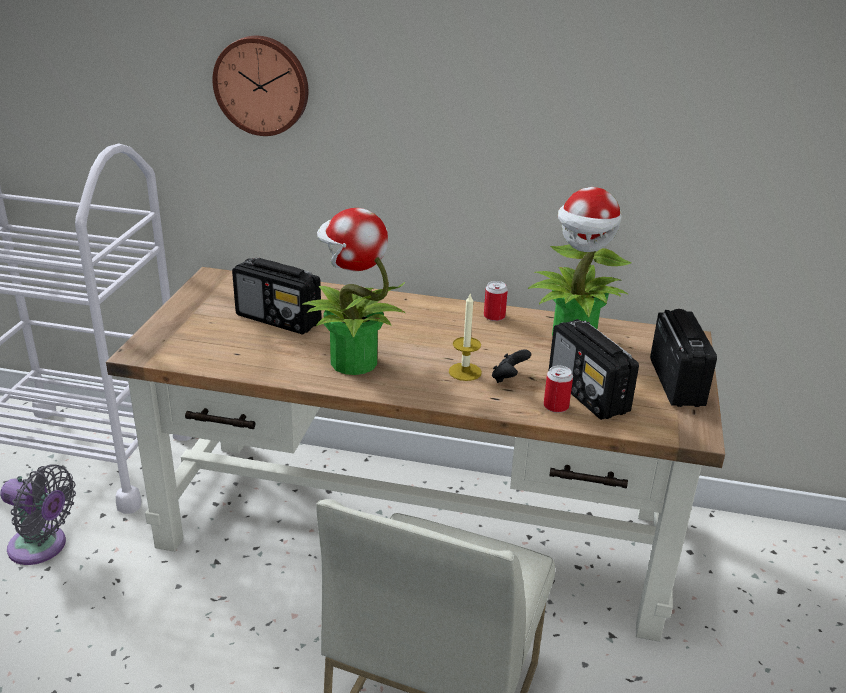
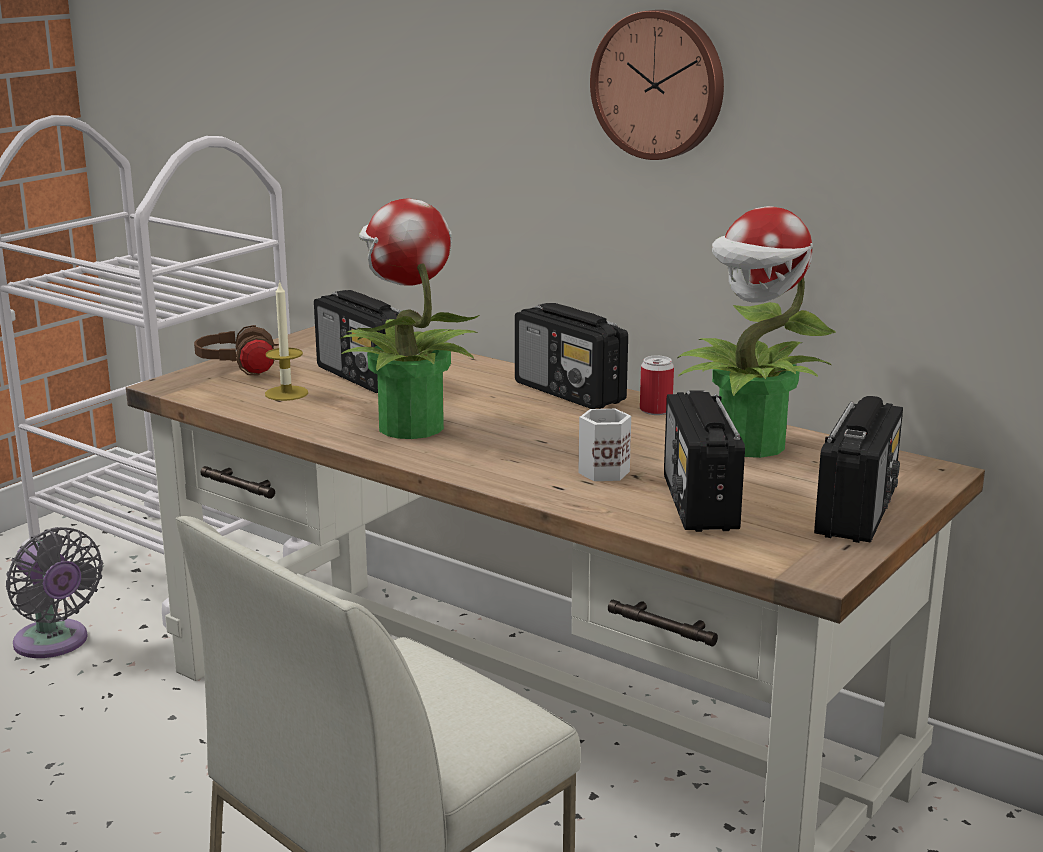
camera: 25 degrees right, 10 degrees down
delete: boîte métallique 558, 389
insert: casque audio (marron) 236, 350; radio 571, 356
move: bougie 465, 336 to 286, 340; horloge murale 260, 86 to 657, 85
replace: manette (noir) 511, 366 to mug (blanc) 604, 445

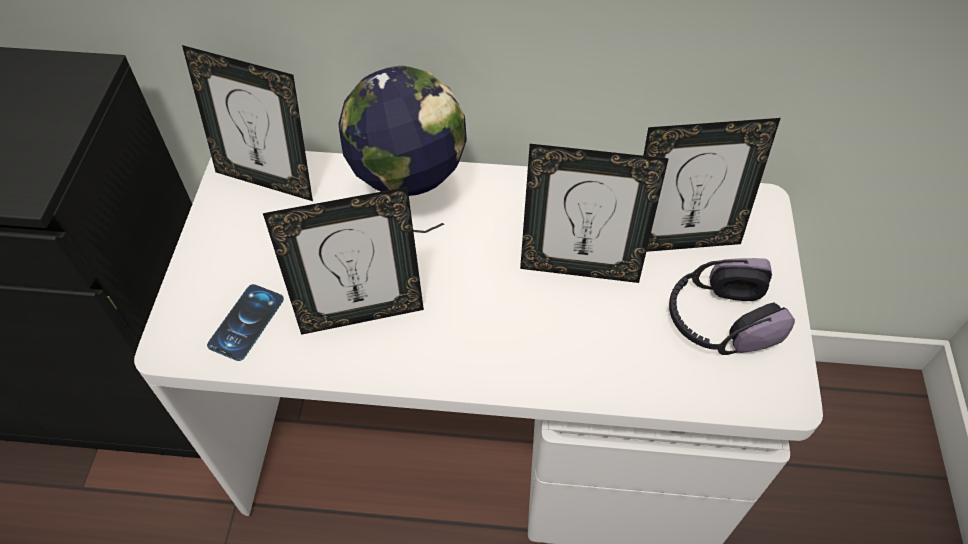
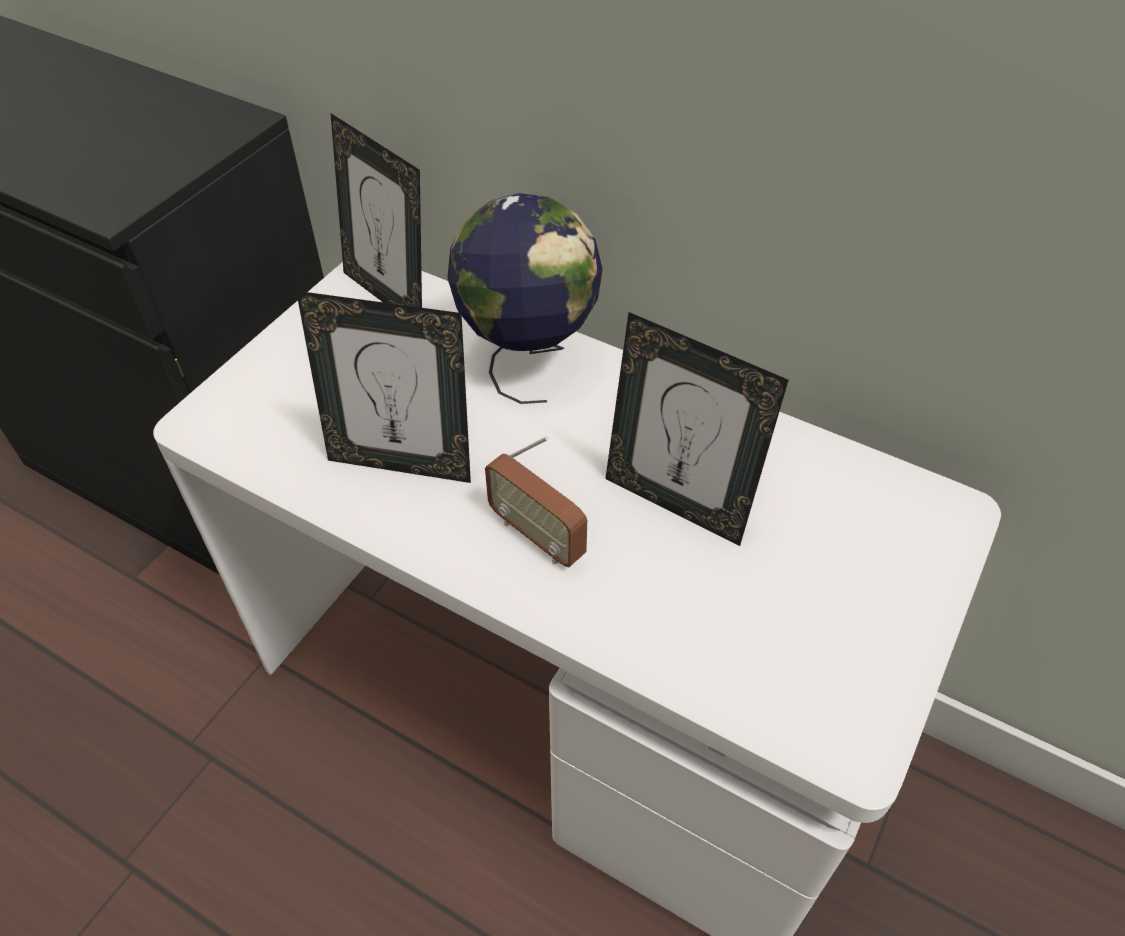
camera: 25 degrees right, 5 degrees down
delete: téléphone 245, 322; cadre photo 712, 185; casque audio 732, 306
insert: radio 536, 501

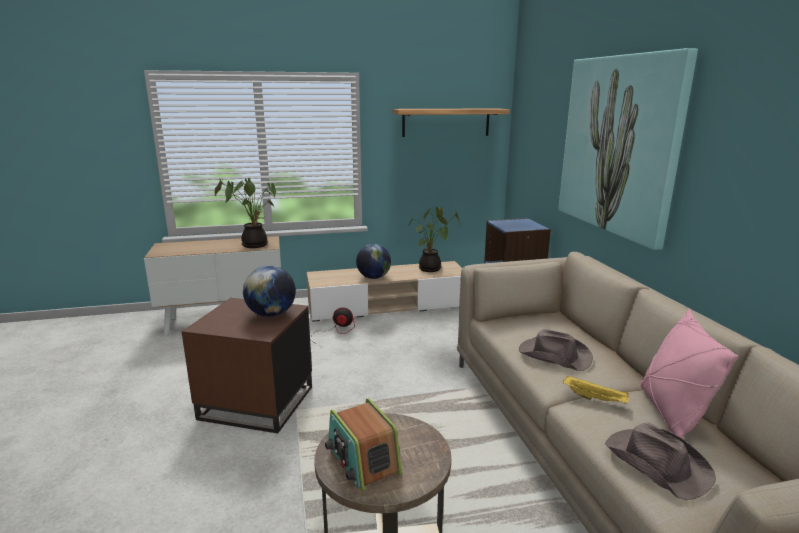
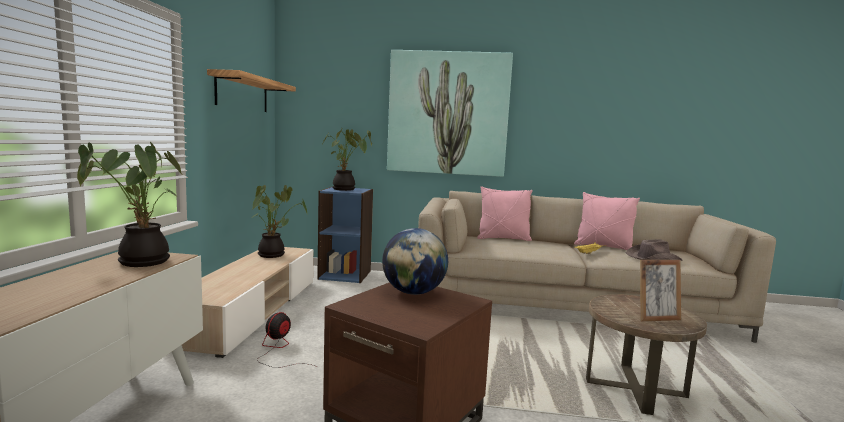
camera: 70 degrees left, 10 degrees down
delete: globe 373, 261; chapeau (marron) 556, 350
insert: plante en pot 347, 159; coussin (rose) 504, 213
replace: radio 363, 444 to cadre photo 660, 290

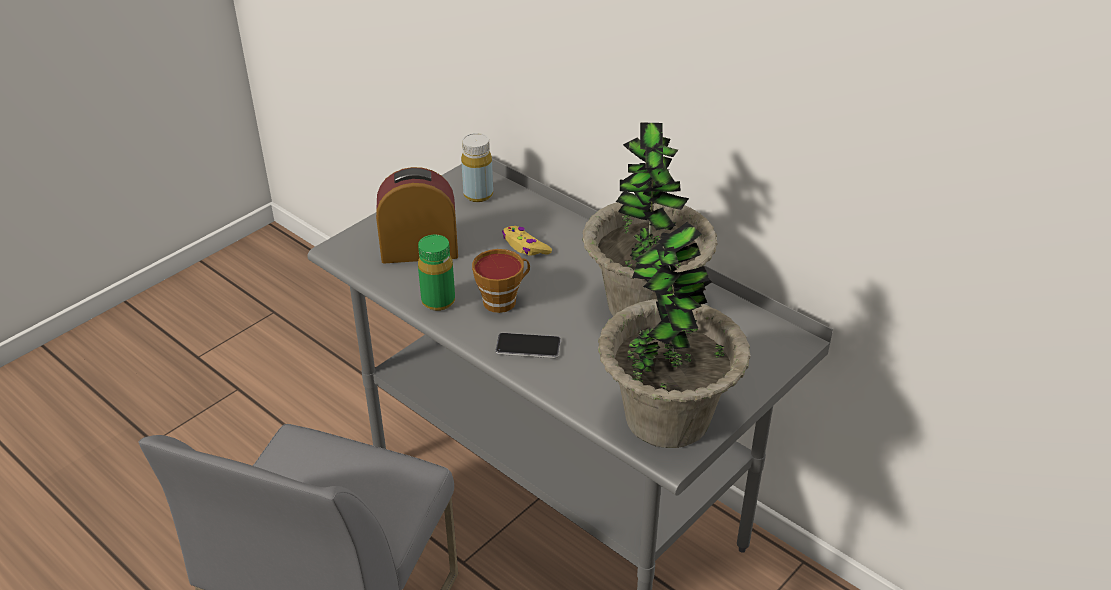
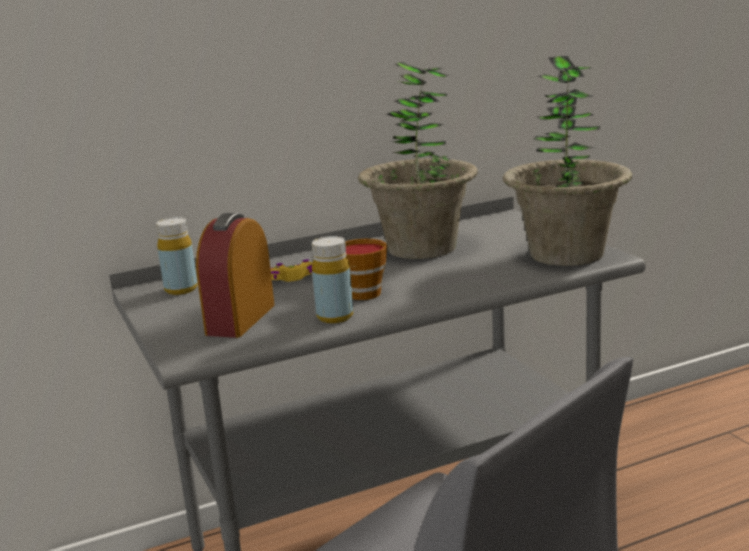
camera: 65 degrees left, 20 degrees down
delete: téléphone 528, 345
recolor: bouteille (vert) 436, 273 to bouteille (jaune) 332, 279

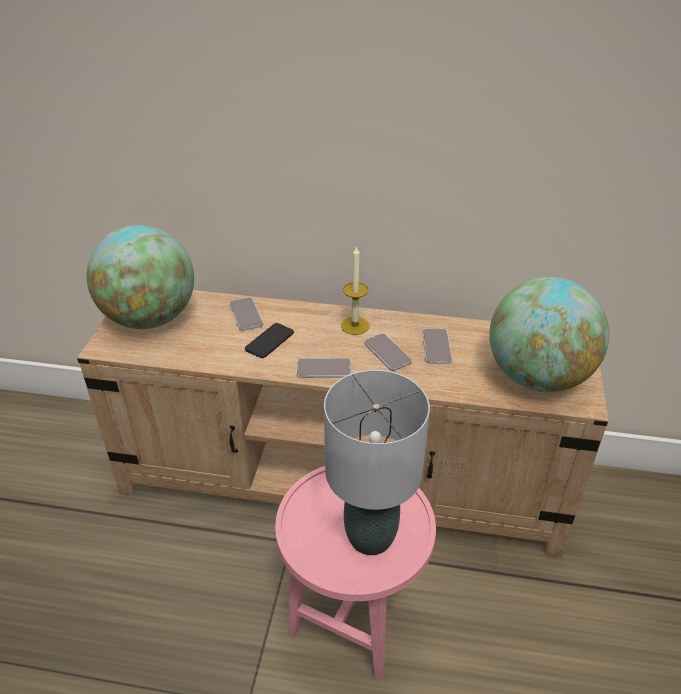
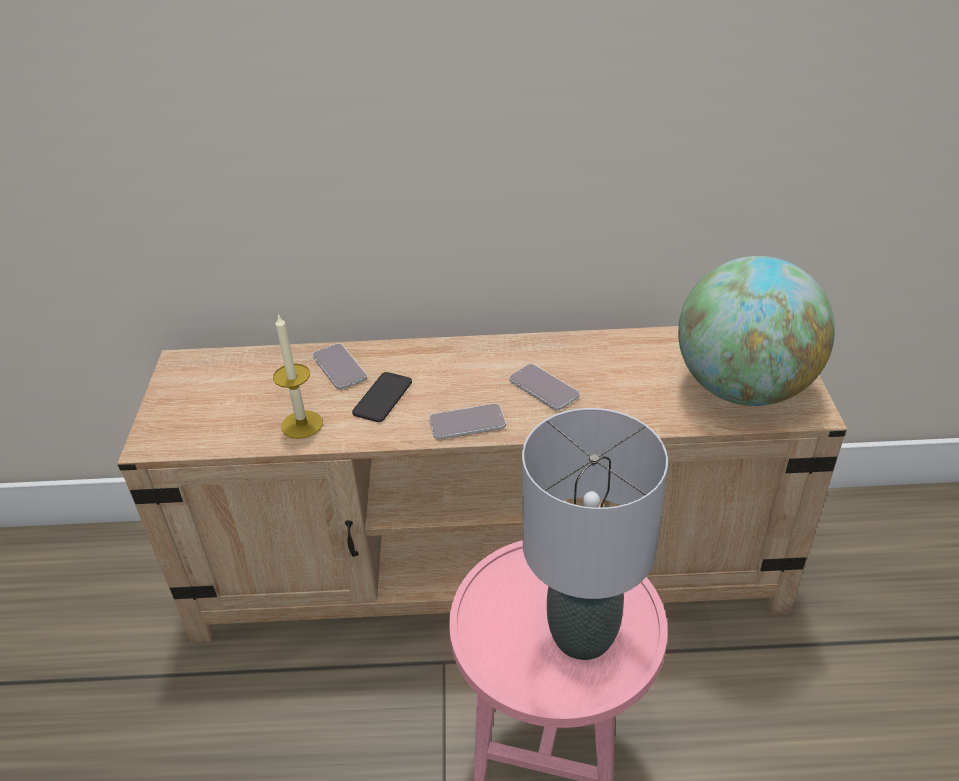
camera: 10 degrees left, 0 degrees up
delete: globe 140, 277; téléphone 437, 346
move: bougie 355, 290 to 298, 376

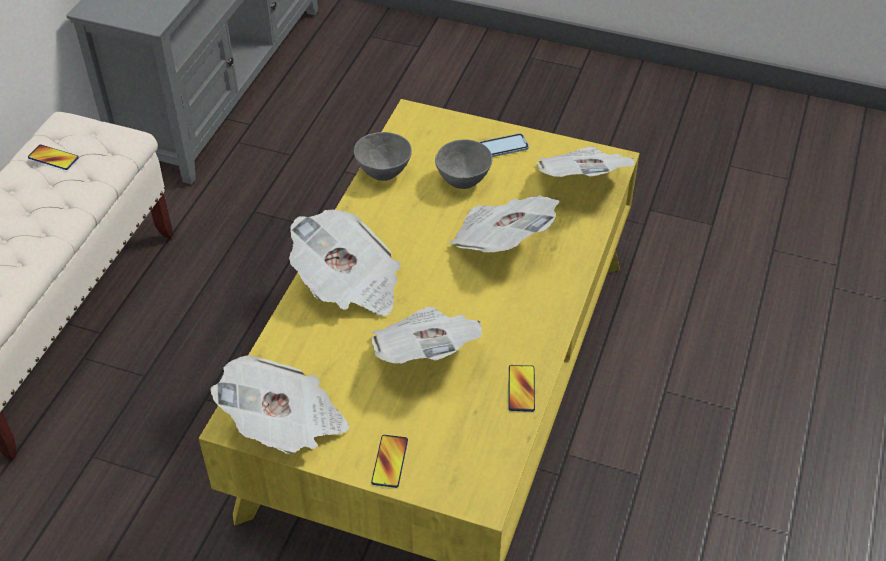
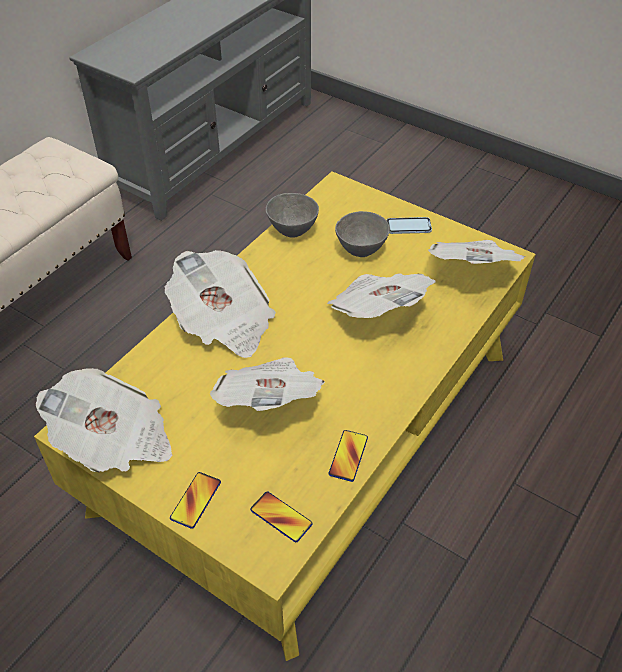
camera: 15 degrees right, 0 degrees up
move: téléphone 53, 157 to 281, 516

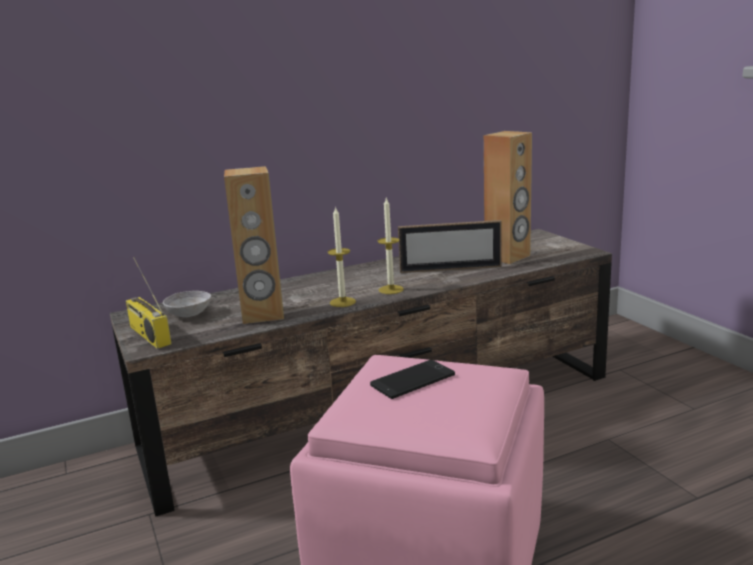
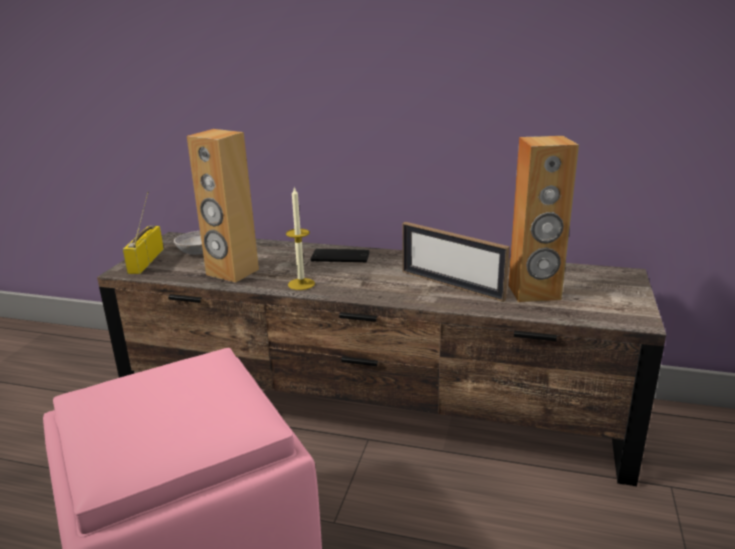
camera: 40 degrees right, 5 degrees up
delete: bougie 391, 246
move: téléphone 412, 379 to 340, 255

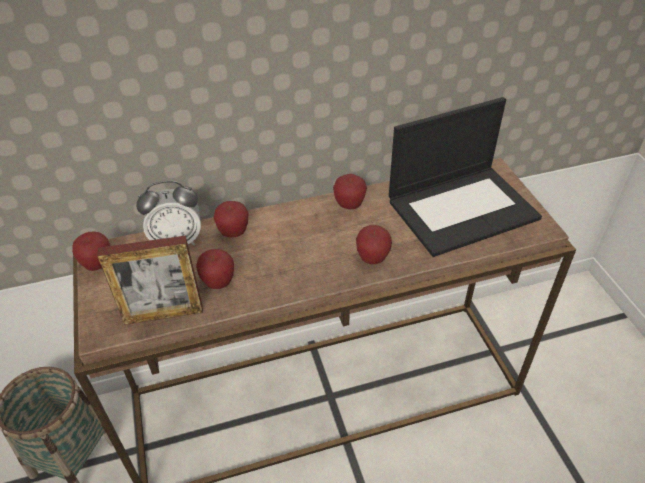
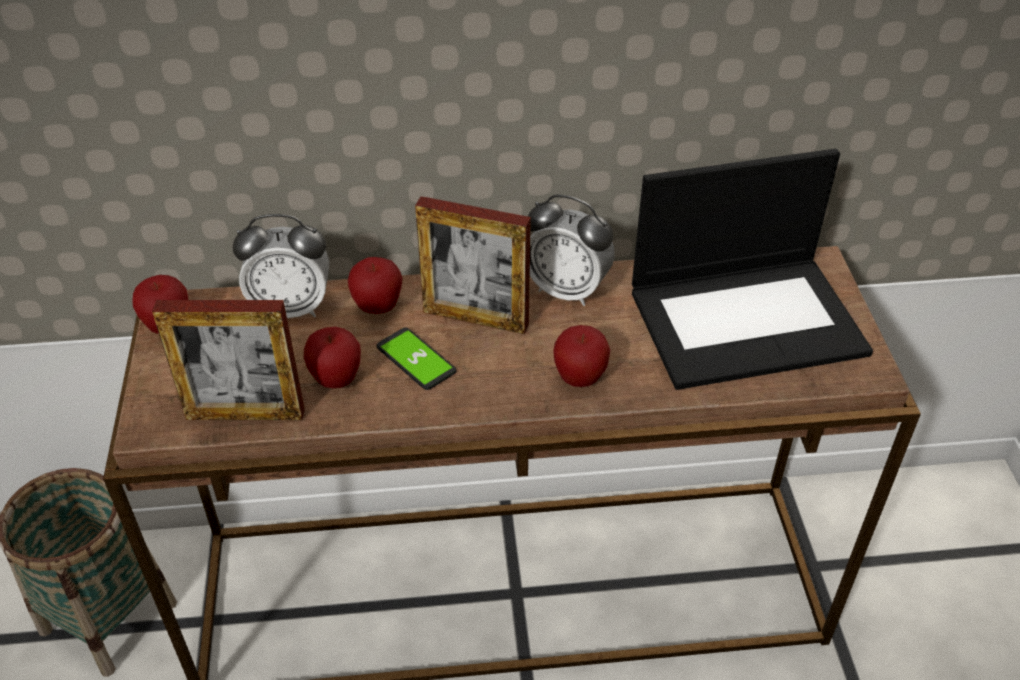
camera: 10 degrees right, 0 degrees up
insert: téléphone 417, 359; cadre photo 473, 265
replace: pomme 350, 191 to réveil 571, 250

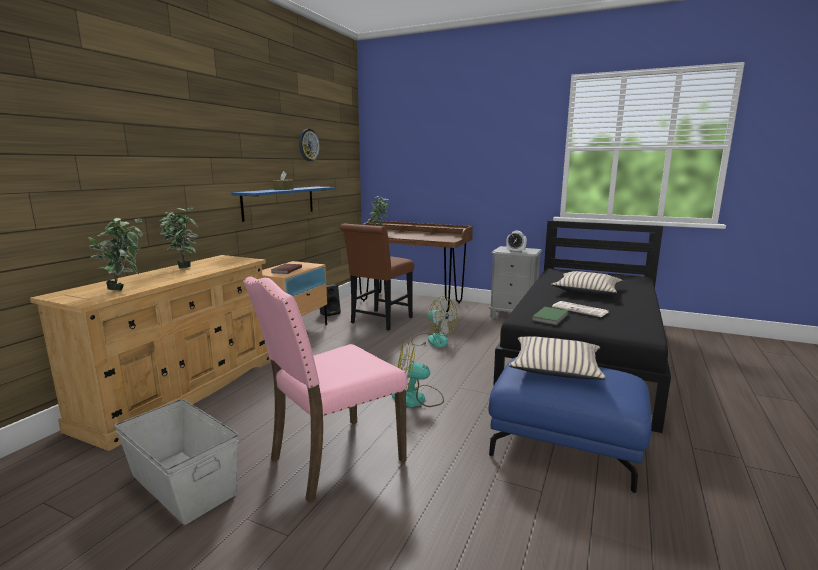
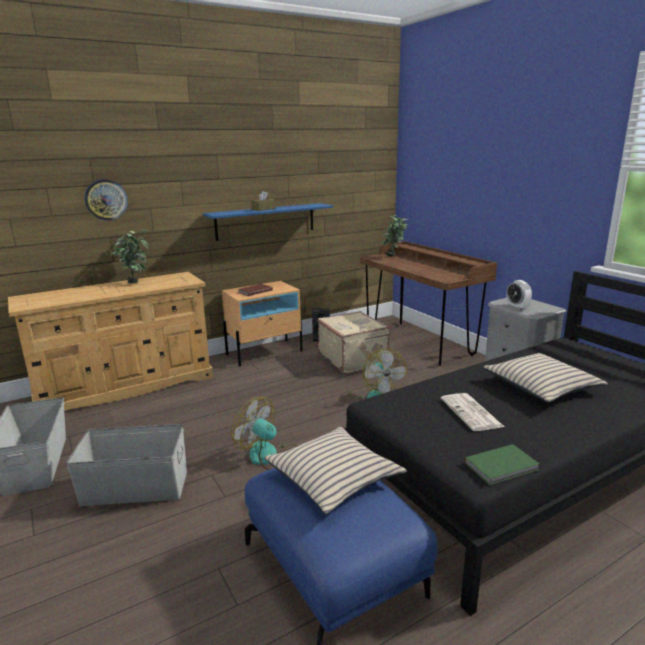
camera: 35 degrees right, 5 degrees up
delete: plante en pot 115, 254
move: horloge murale 309, 145 to 106, 200; livre (vert) 549, 316 to 501, 464
replace: chaise (rose) 325, 390 to boîte de rangement (gris) 126, 465; chaise (marron) 377, 277 to valise (beige) 354, 342

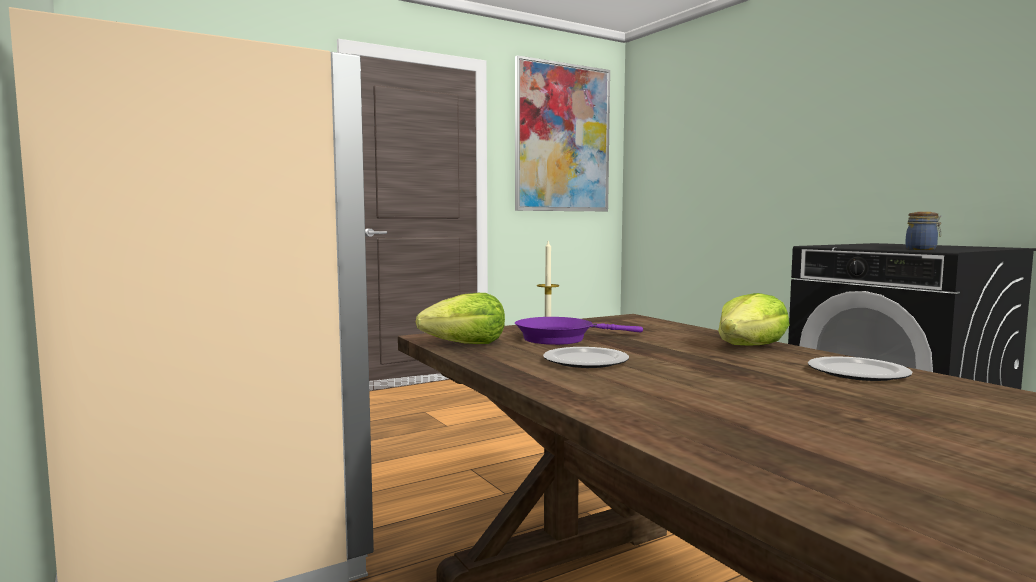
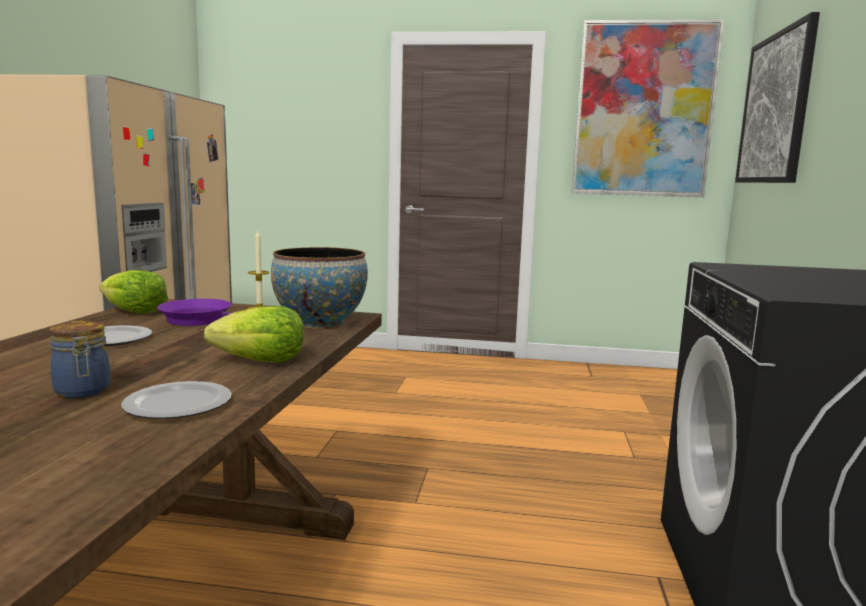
camera: 40 degrees right, 5 degrees up
insert: bol 319, 288; tableau 777, 97
move: bocal 923, 231 to 79, 360

